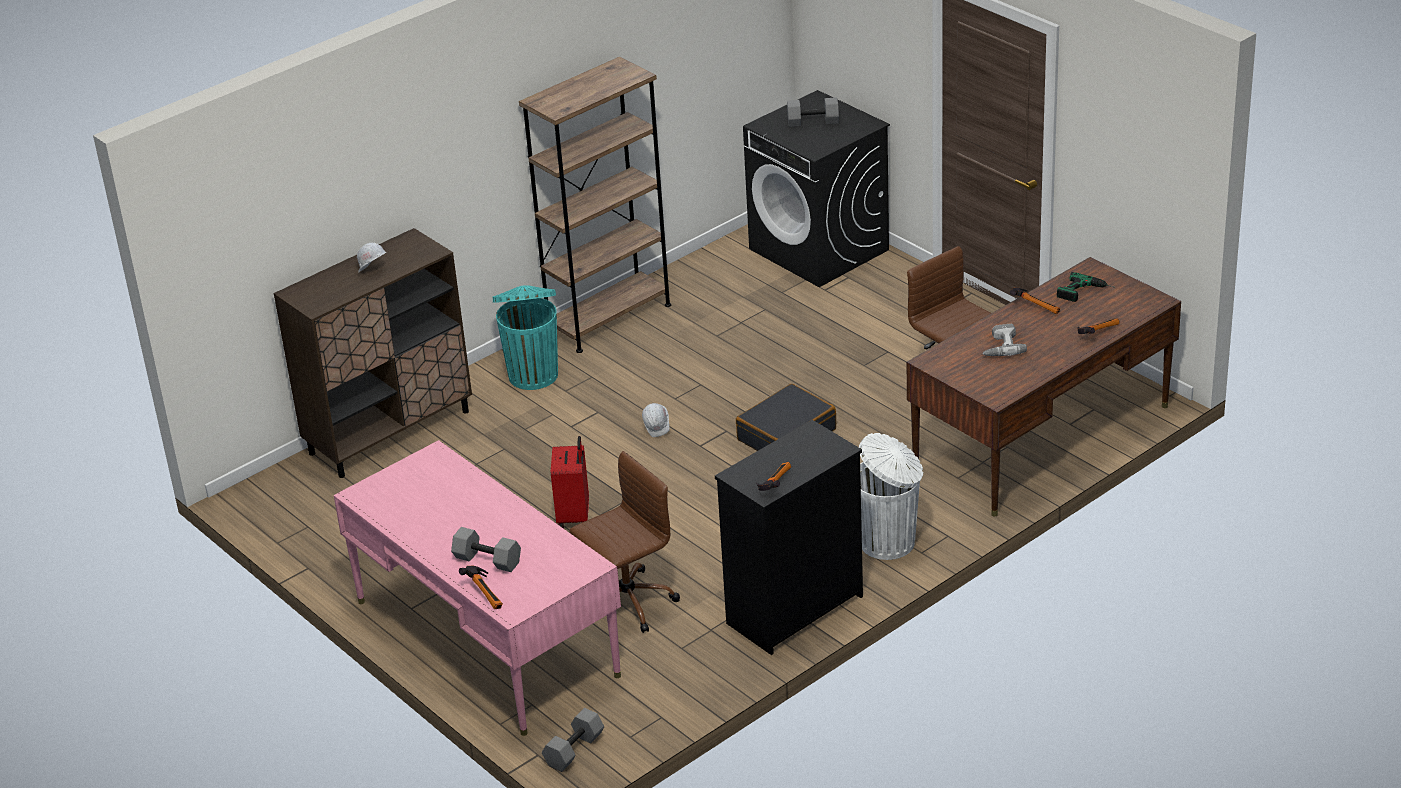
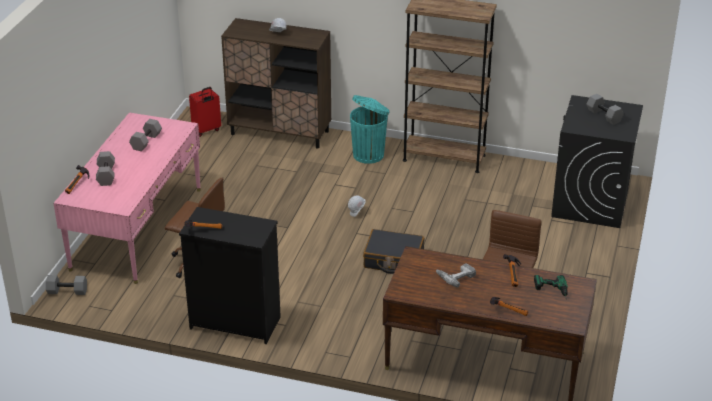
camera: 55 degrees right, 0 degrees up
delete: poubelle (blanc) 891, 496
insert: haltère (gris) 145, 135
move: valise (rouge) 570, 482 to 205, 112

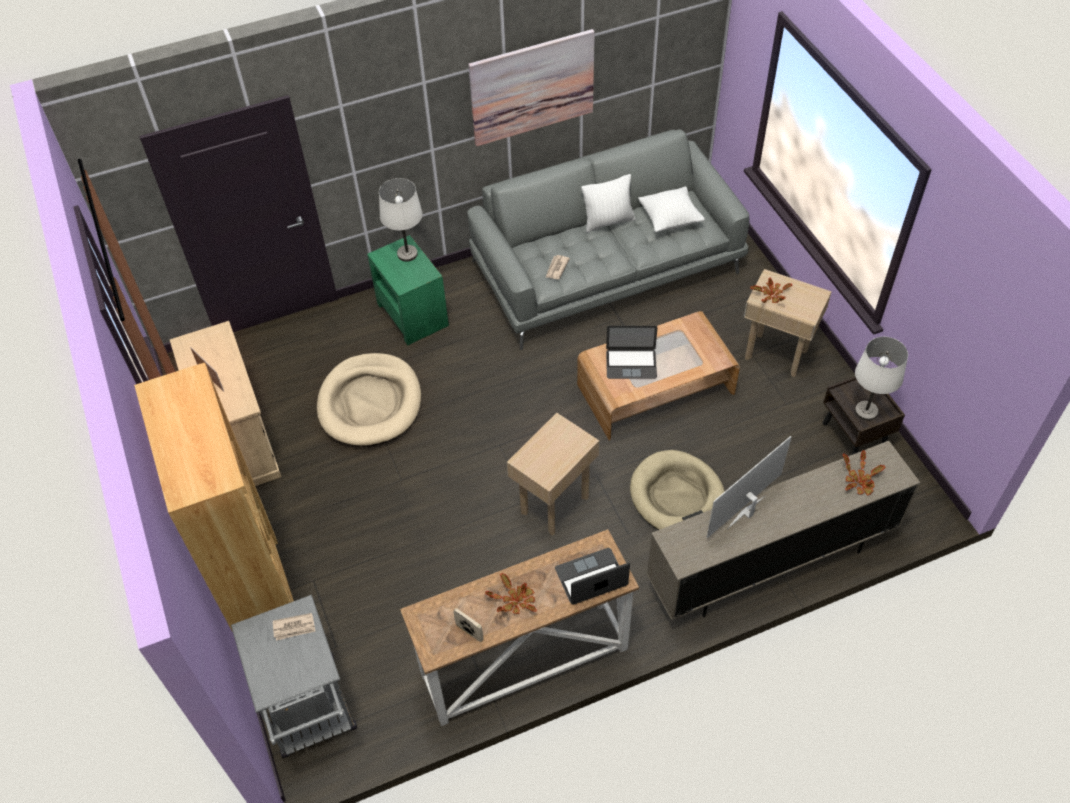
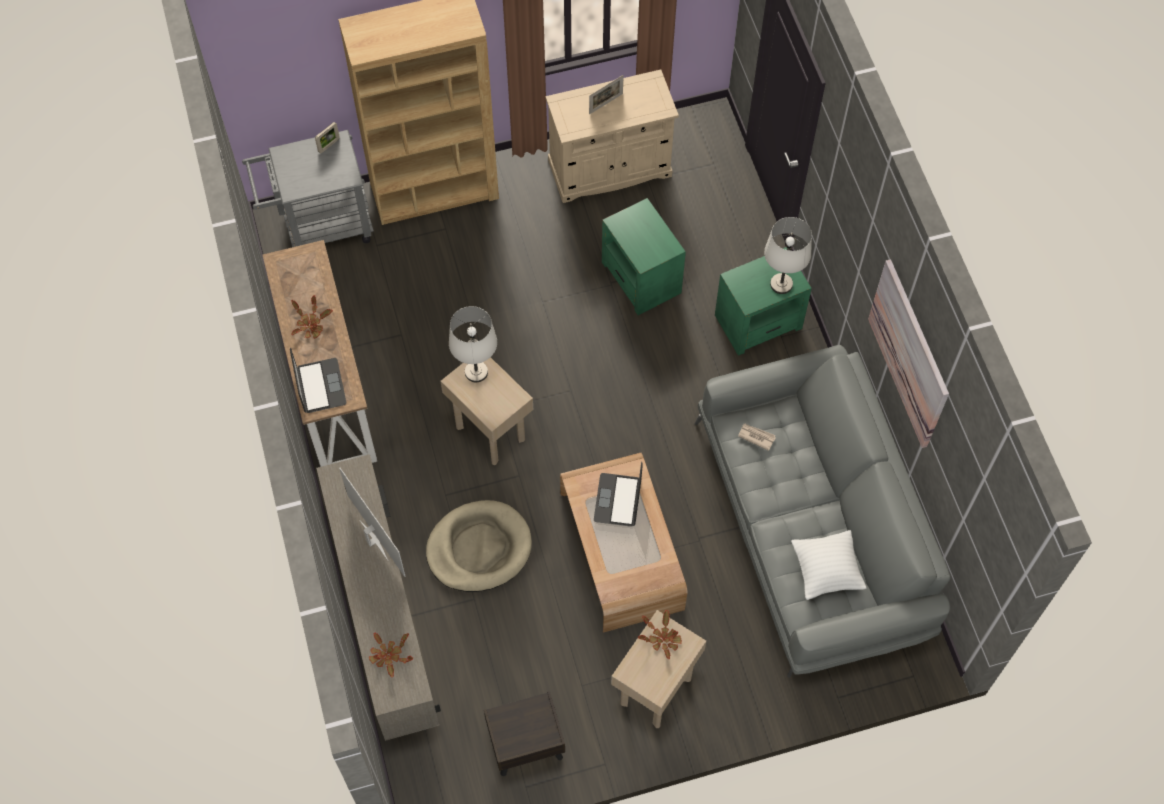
camera: 95 degrees right, 10 degrees up
delete: journal 294, 627; coussin (blanc) 608, 203
move: cadre photo 468, 625 to 327, 138; lampe de table (blanc) 881, 379 to 473, 344
replace: panier pour chien (beige) 369, 400 to table d'appoint (vert) 644, 256

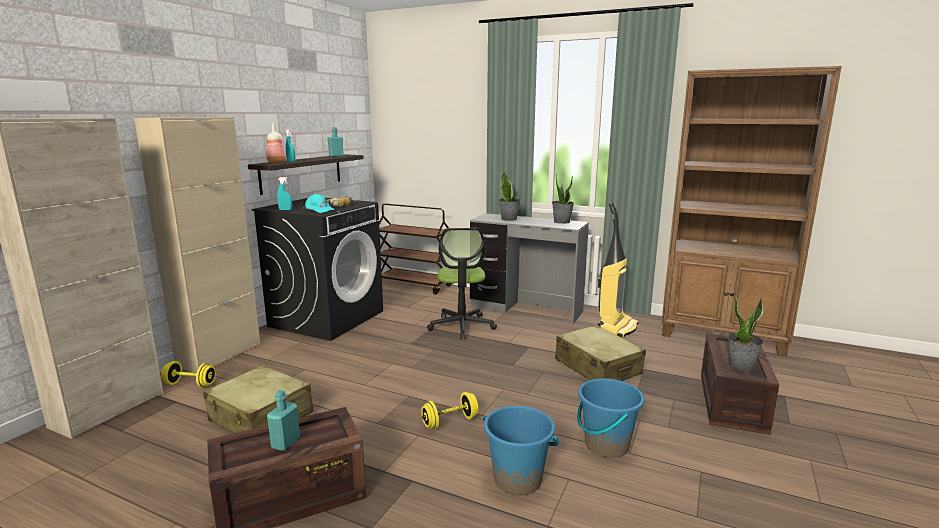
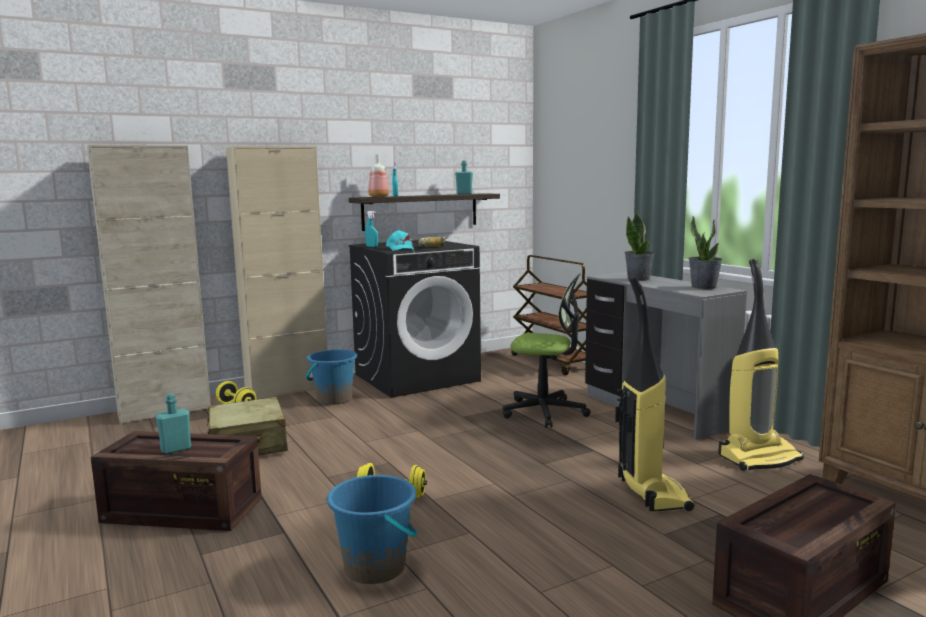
camera: 35 degrees right, 5 degrees down
delete: plante en pot 746, 334
move: seau (bleu) 611, 418 to 331, 377
replace: valise (beige) 600, 353 to aspirateur 655, 394
rotate: chaise de bureau 462, 283 = 547, 350 105 degrees counterclockwise

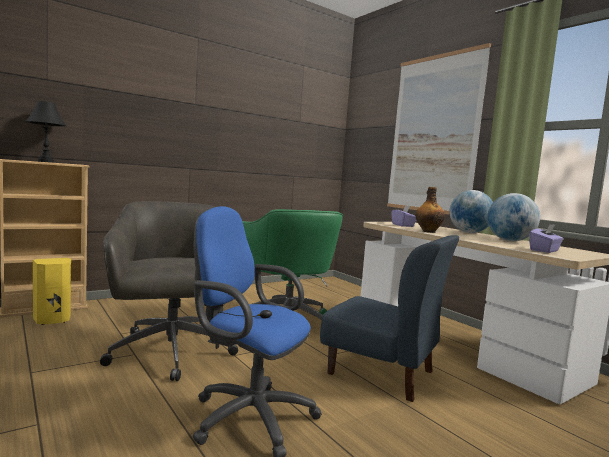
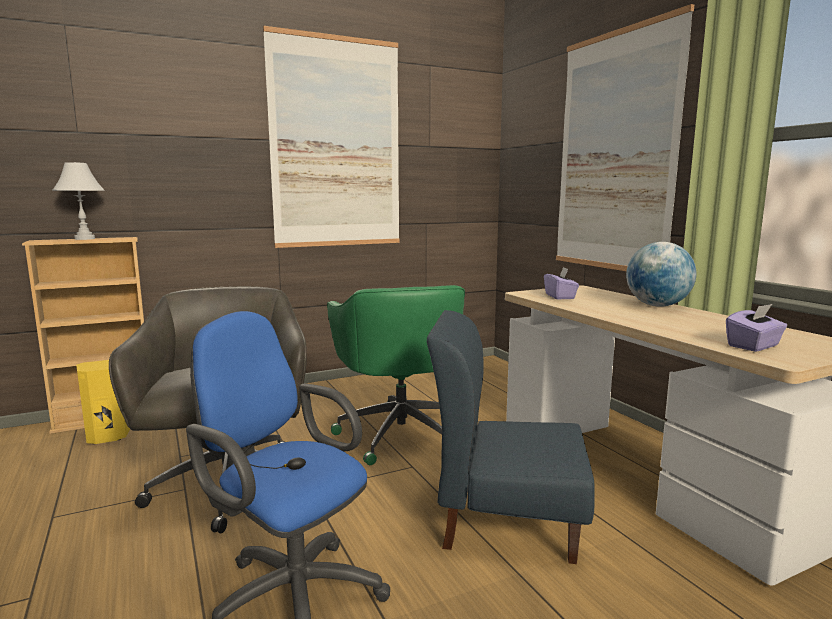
camera: 10 degrees right, 5 degrees up
delete: bouteille 430, 210; globe 513, 217
insert: tableau 331, 137
recolor: lampe de table (noir) 45, 132 to lampe de table (blanc) 78, 201
rotate: chaise (bleu) 389, 318 = 511, 437 150 degrees clockwise

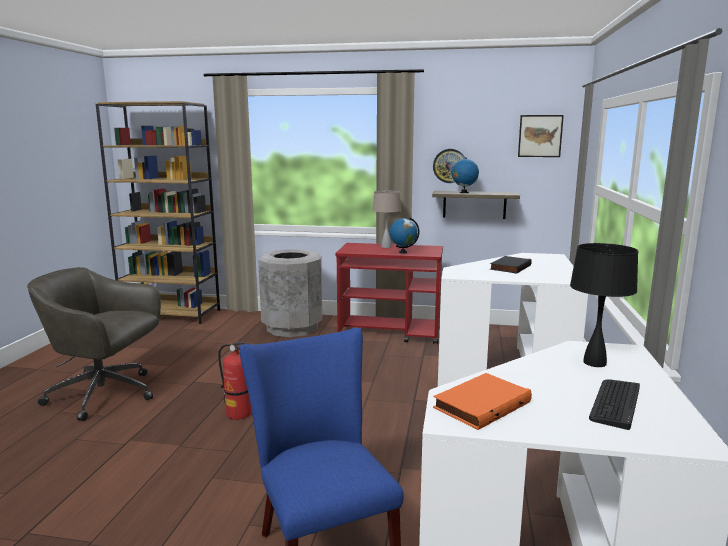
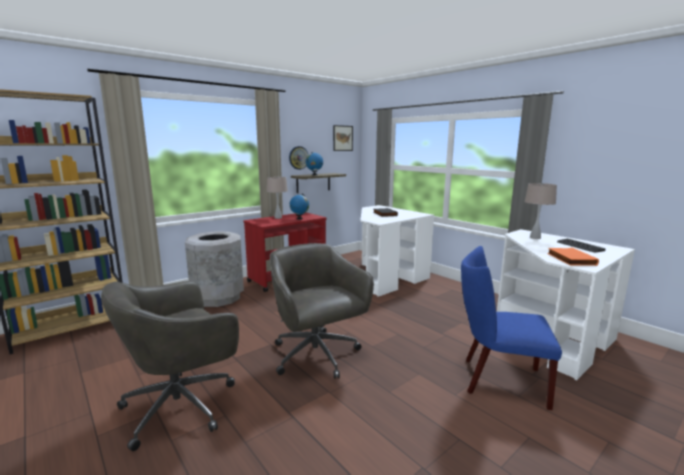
camera: 50 degrees left, 0 degrees up
replace: extincteur 235, 381 to chaise de bureau (gris) 322, 311
recolor: lampe de table (noir) 604, 305 to lampe de table (beige) 541, 211

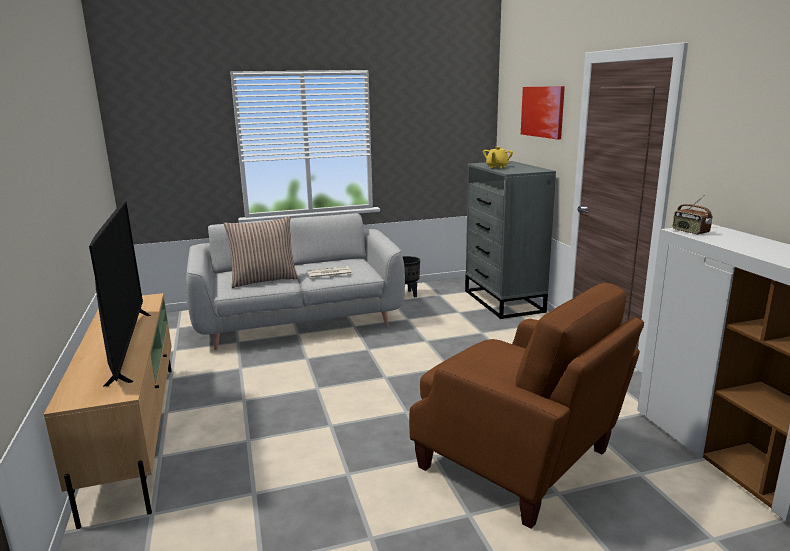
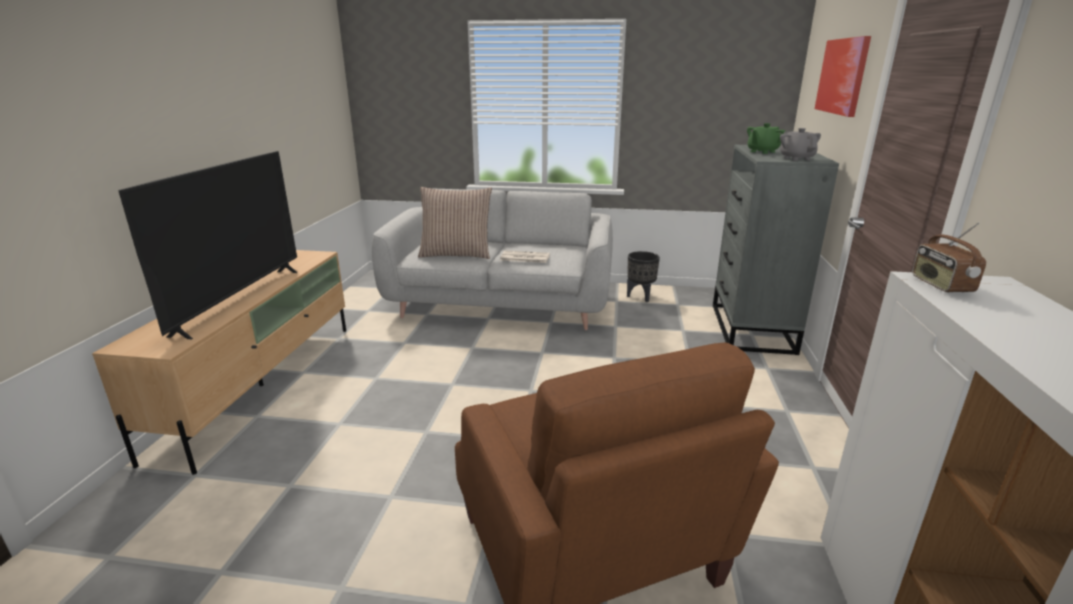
camera: 25 degrees right, 5 degrees up
insert: théière (gris) 800, 144
recolor: théière (jaune) 498, 157 to théière (vert) 766, 138

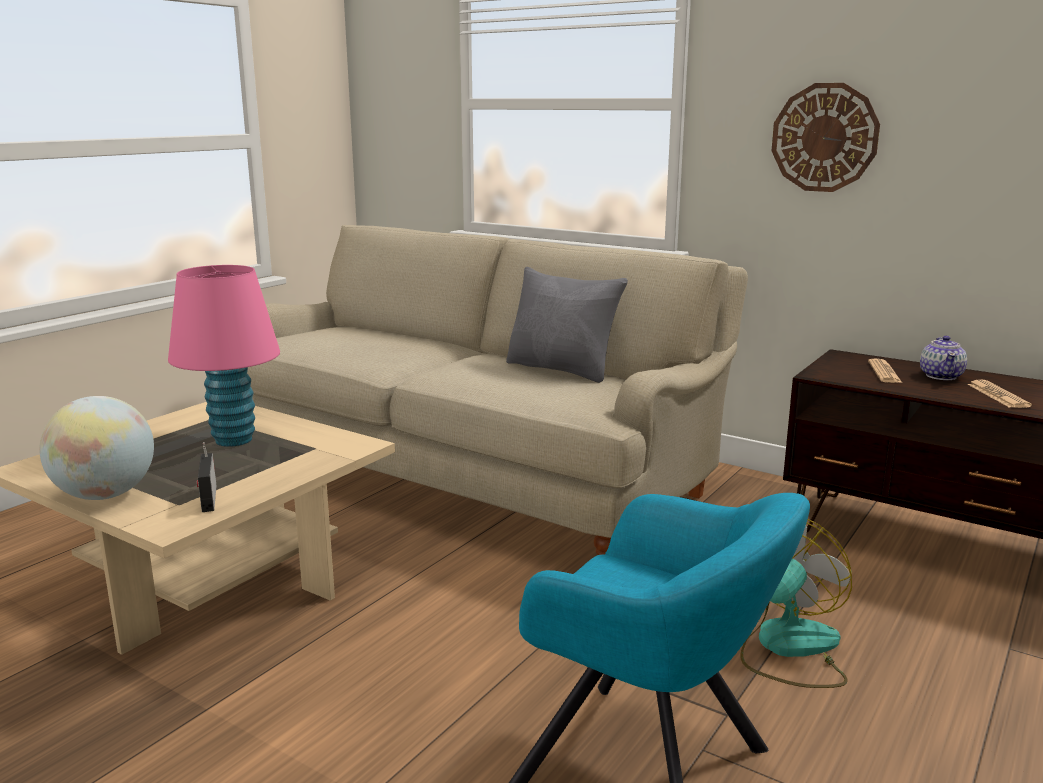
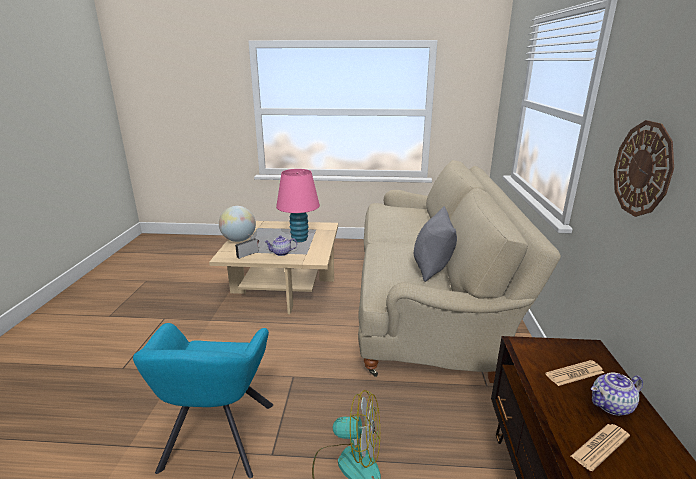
camera: 60 degrees right, 5 degrees up
insert: théière 280, 246

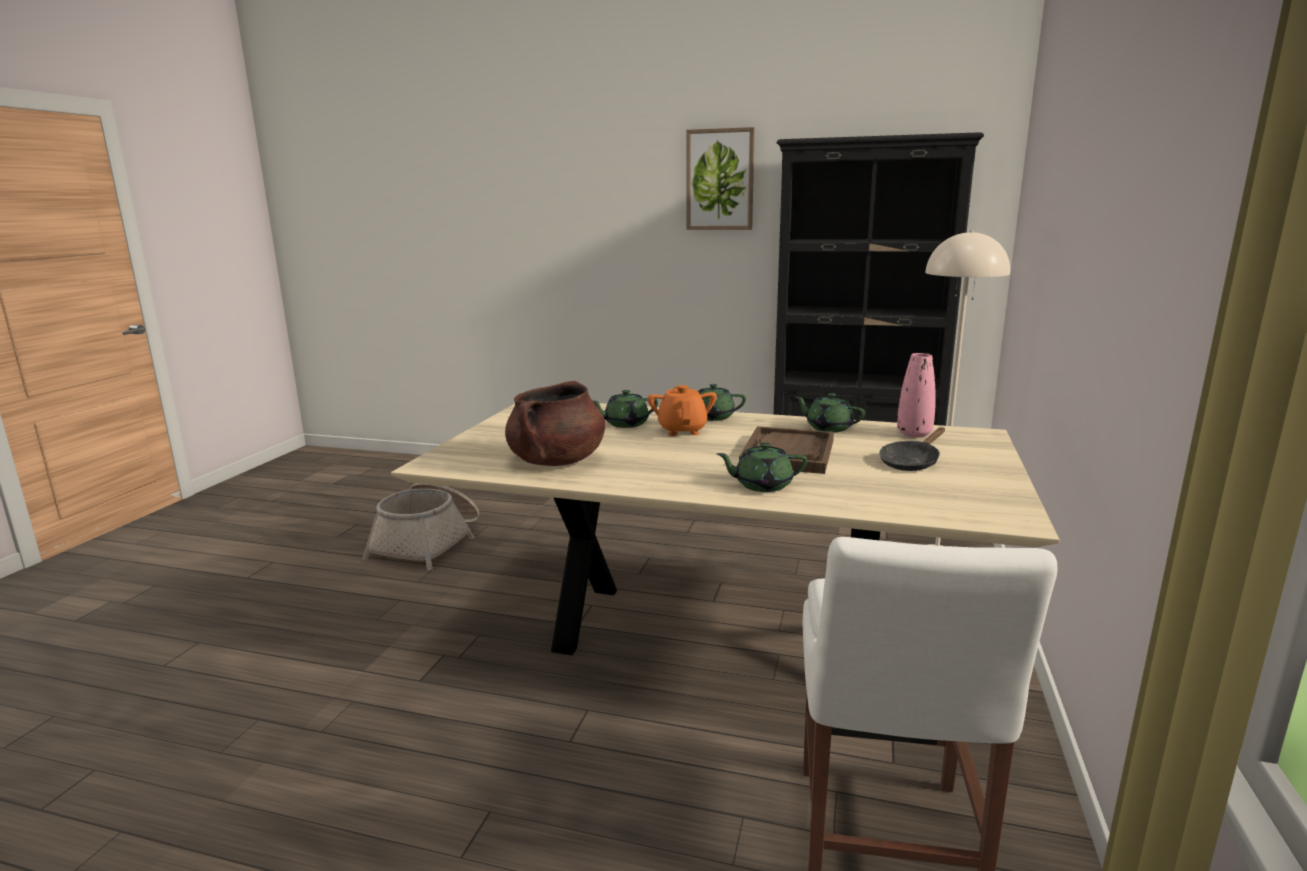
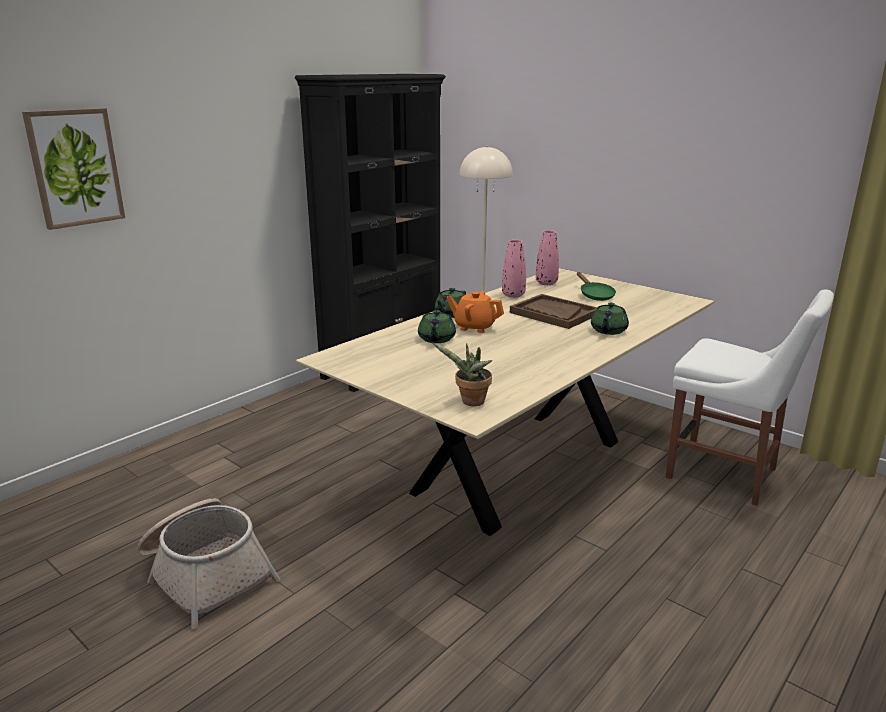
camera: 65 degrees left, 5 degrees up
delete: marmite (marron) 555, 423
insert: plante en pot 462, 374
move: tableau 720, 178 to 73, 169
replace: théière (vert) 829, 412 to vase (rose) 514, 269
recolor: poêle (noir) 912, 449 to poêle (vert) 596, 286

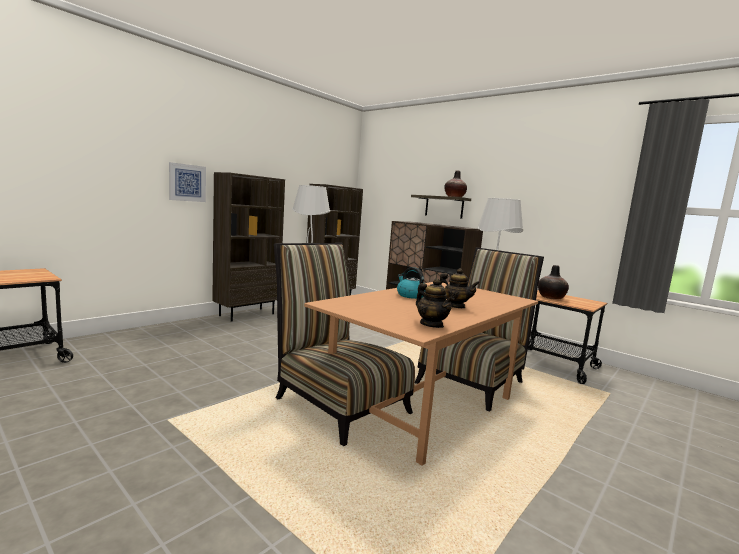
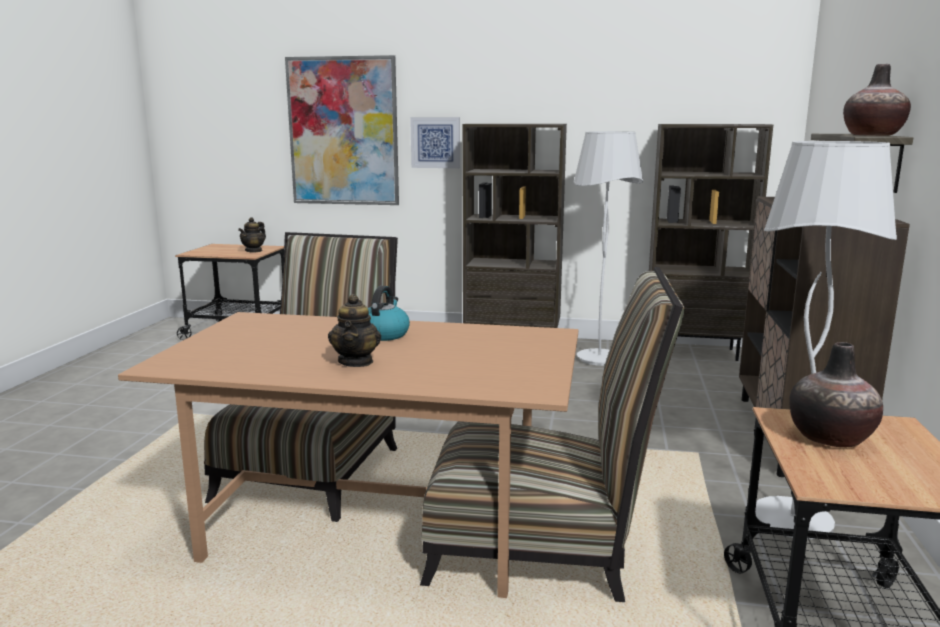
camera: 60 degrees right, 5 degrees up
insert: tableau 342, 130
move: théière 435, 303 to 252, 235

